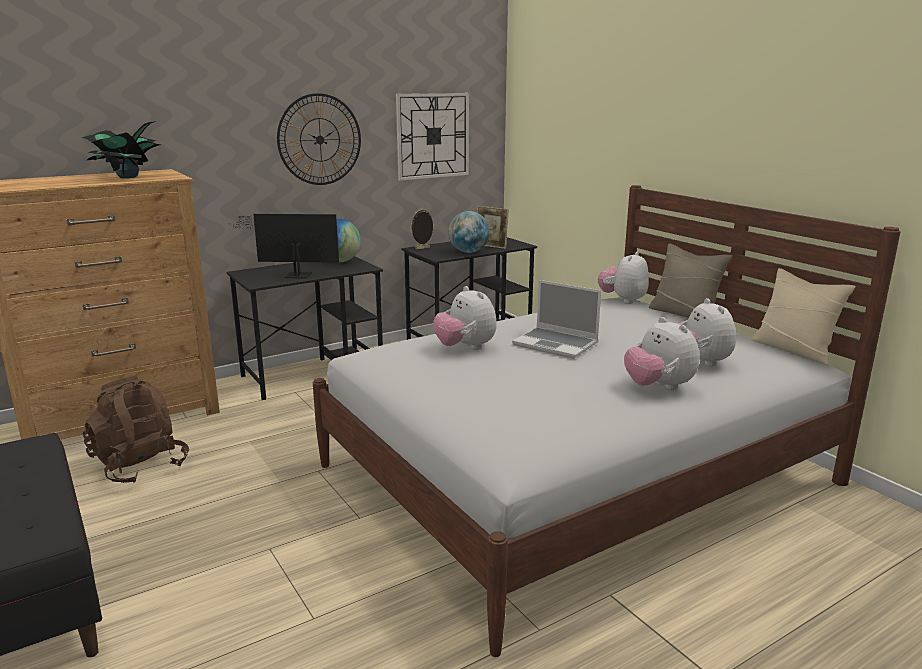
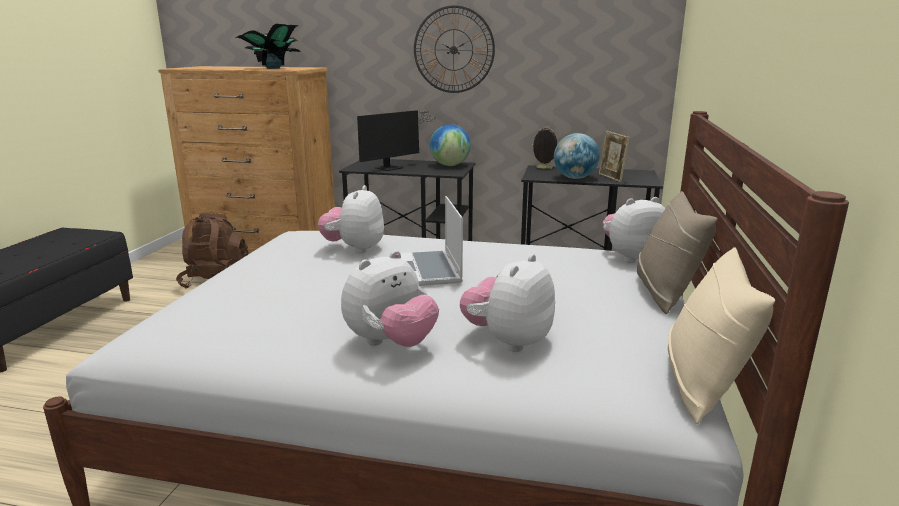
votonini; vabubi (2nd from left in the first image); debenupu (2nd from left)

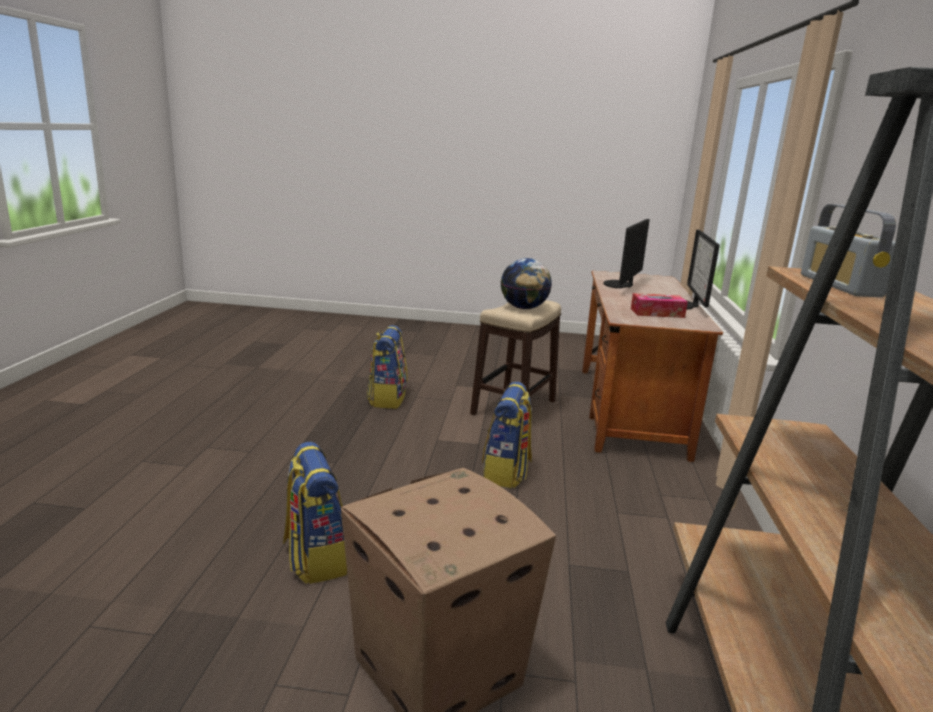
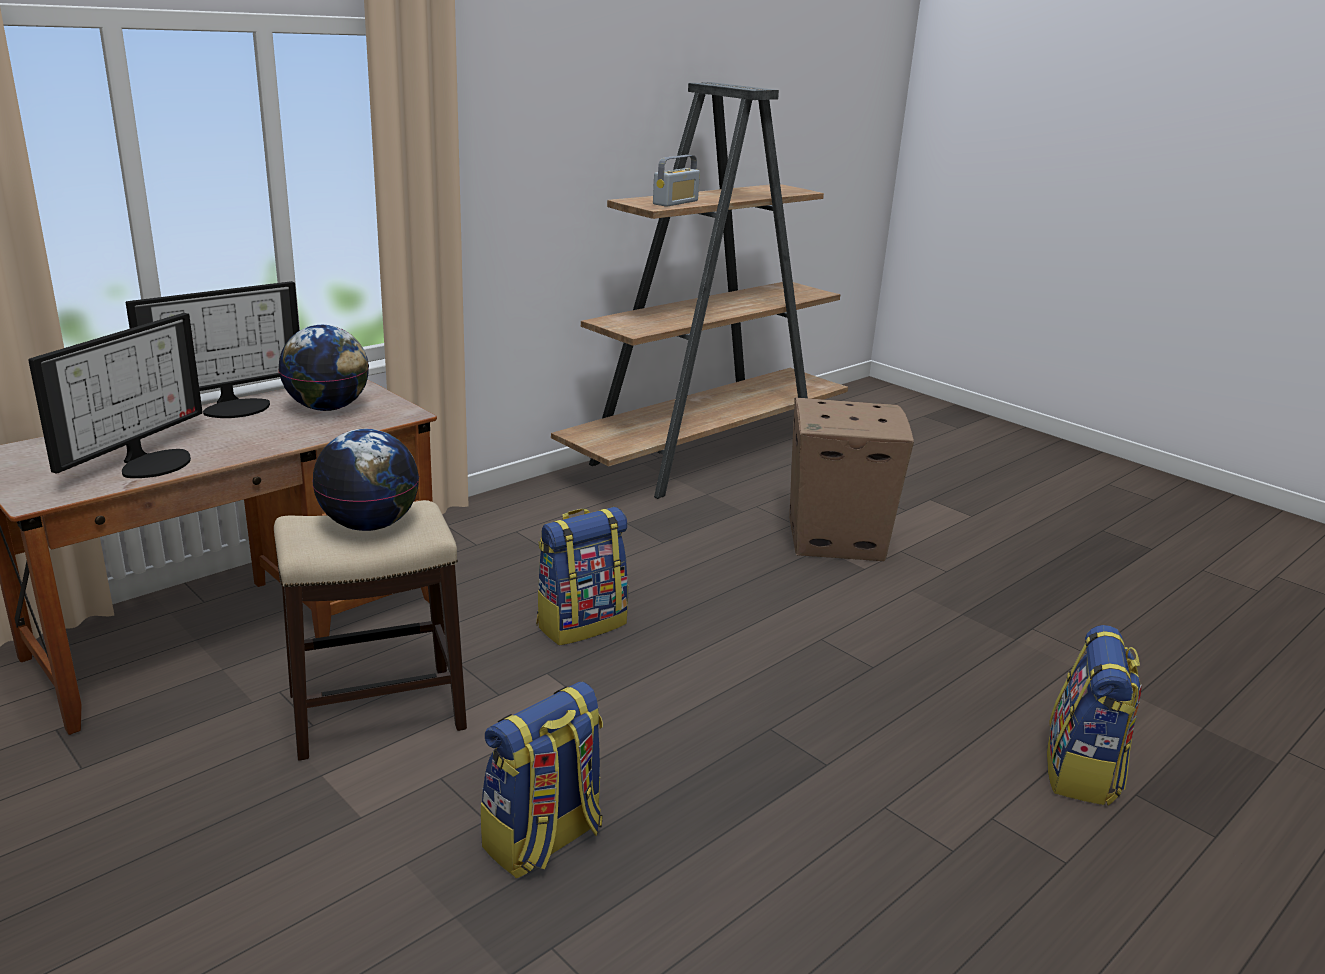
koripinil (3rd from left); votonini (1st from left); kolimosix (1st from left)

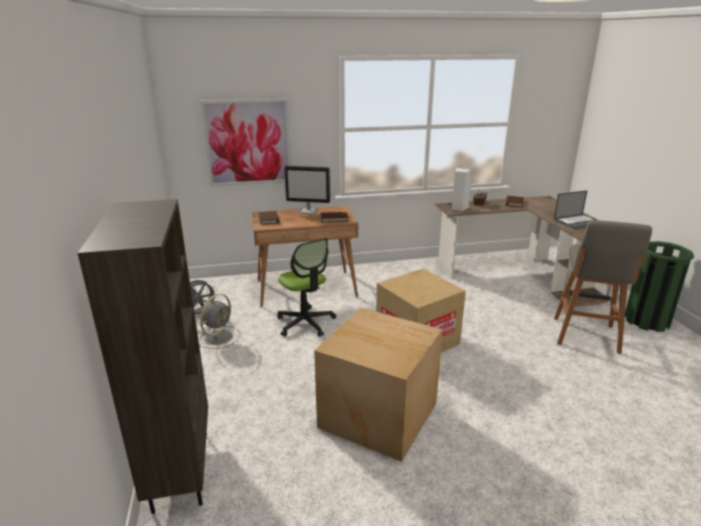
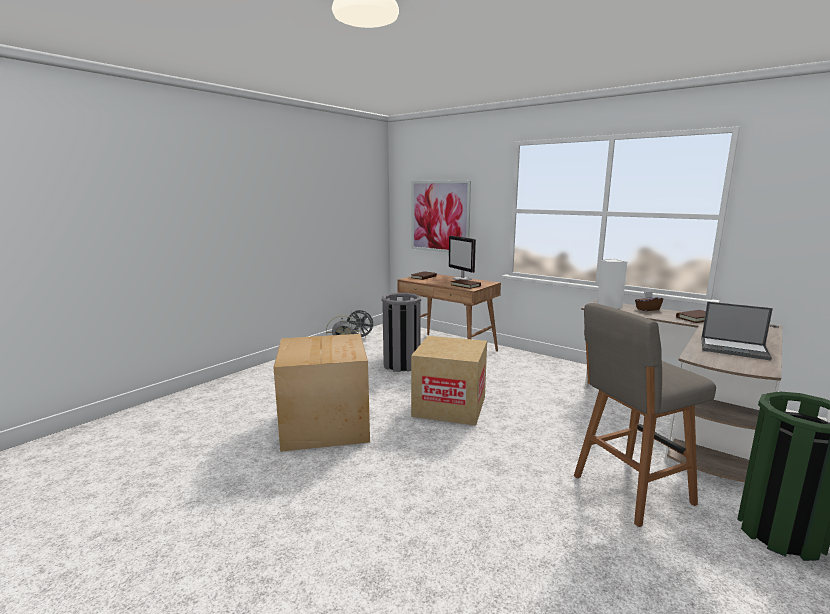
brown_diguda; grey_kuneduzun

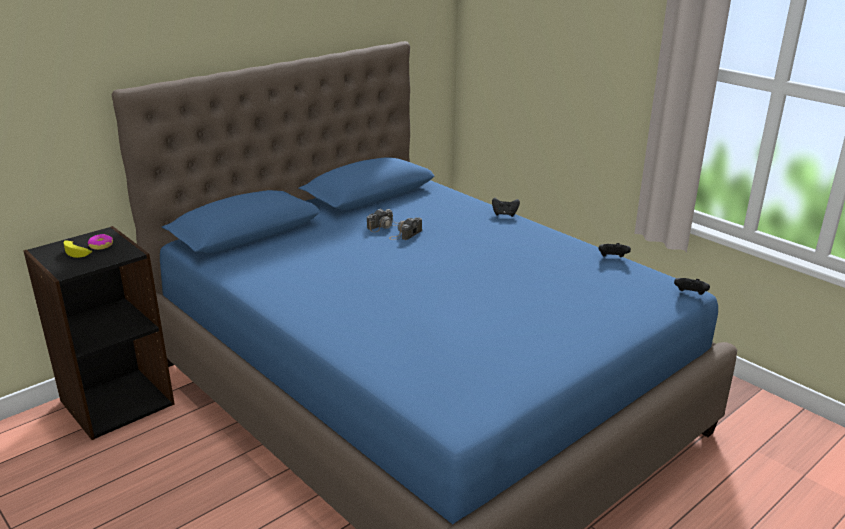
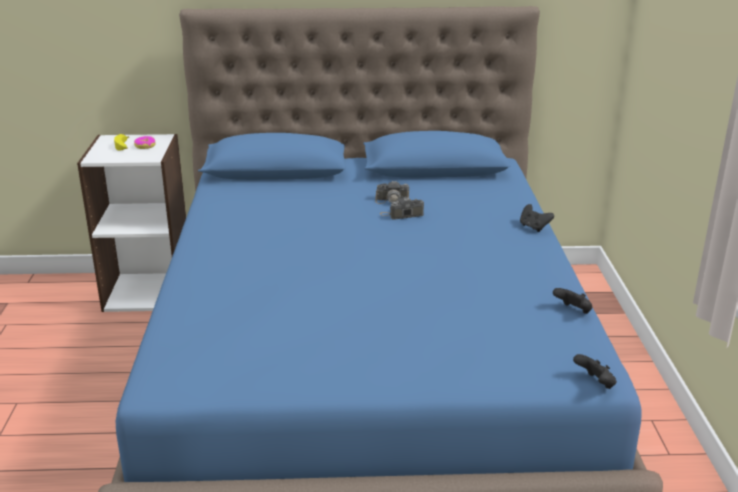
white_diguda

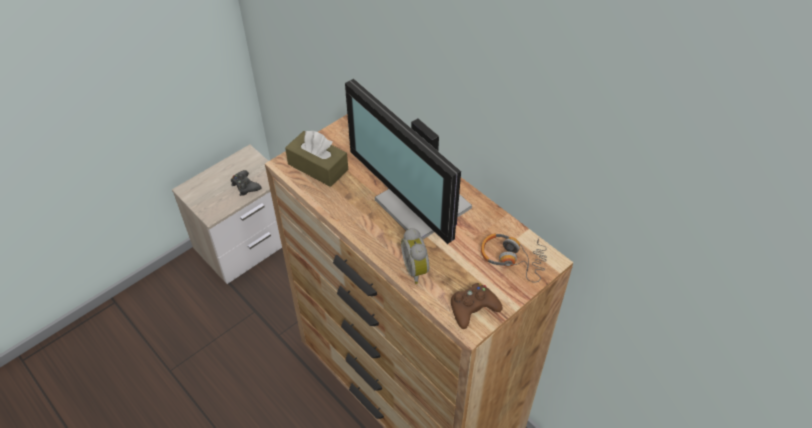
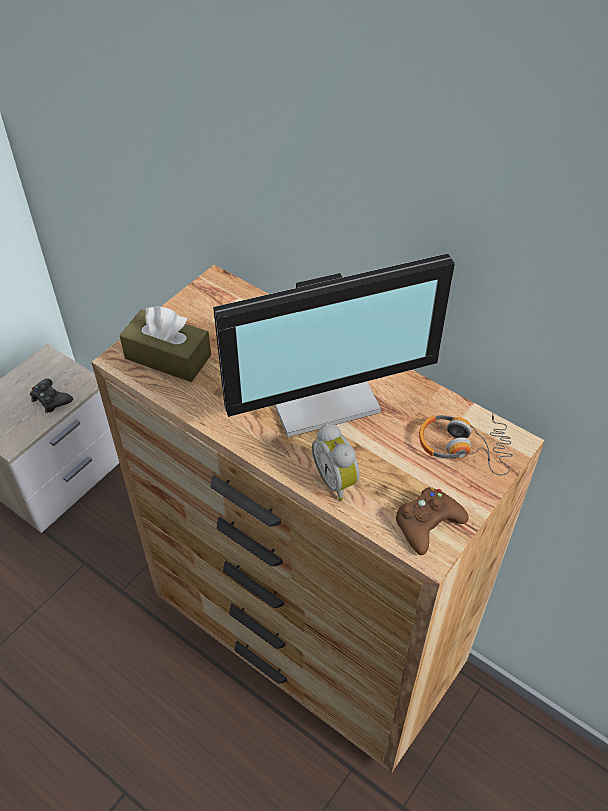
votonini

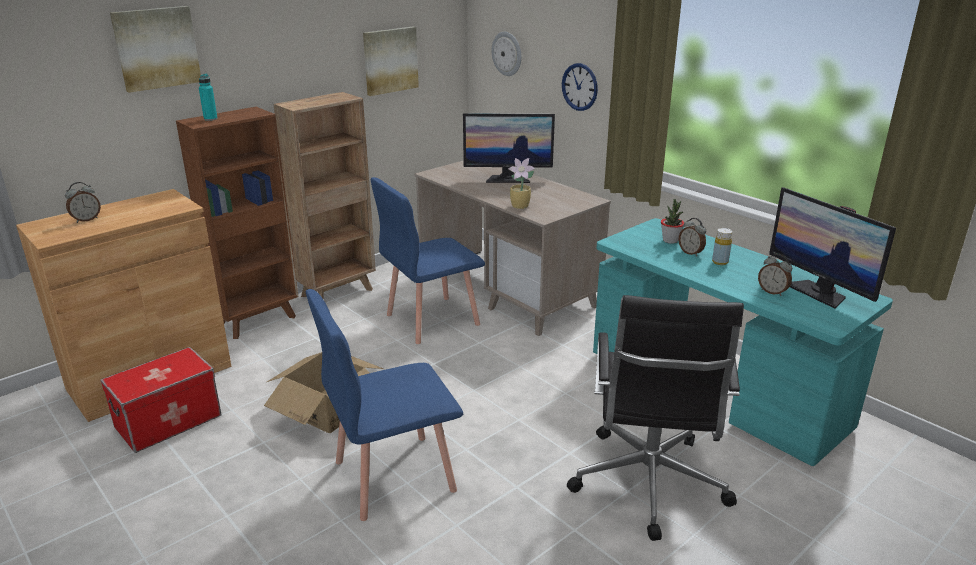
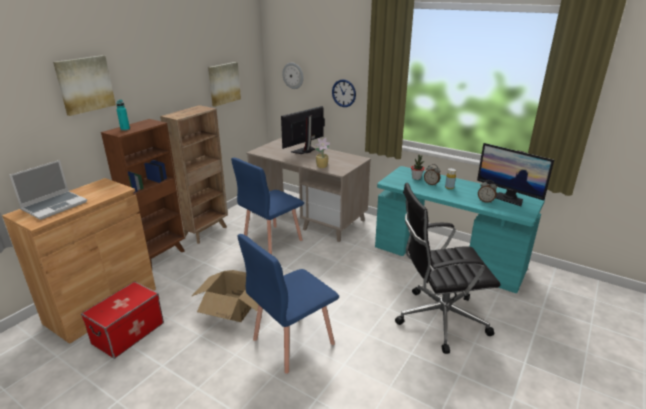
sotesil; votonini (1st from left); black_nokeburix

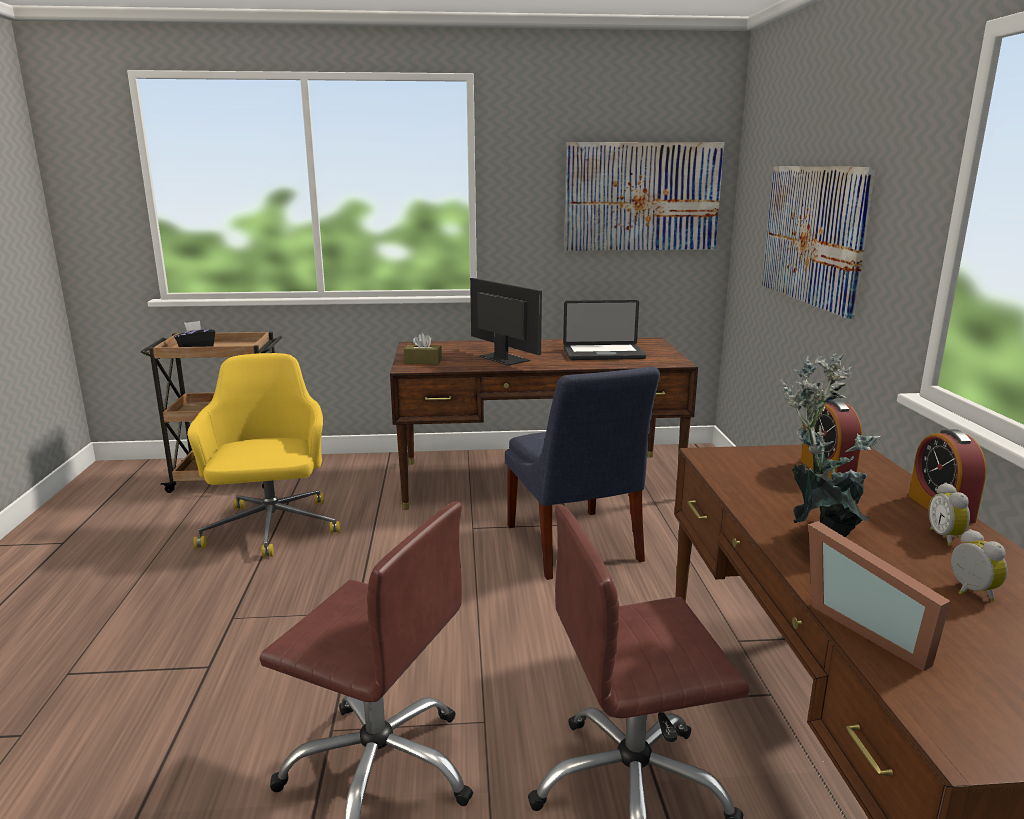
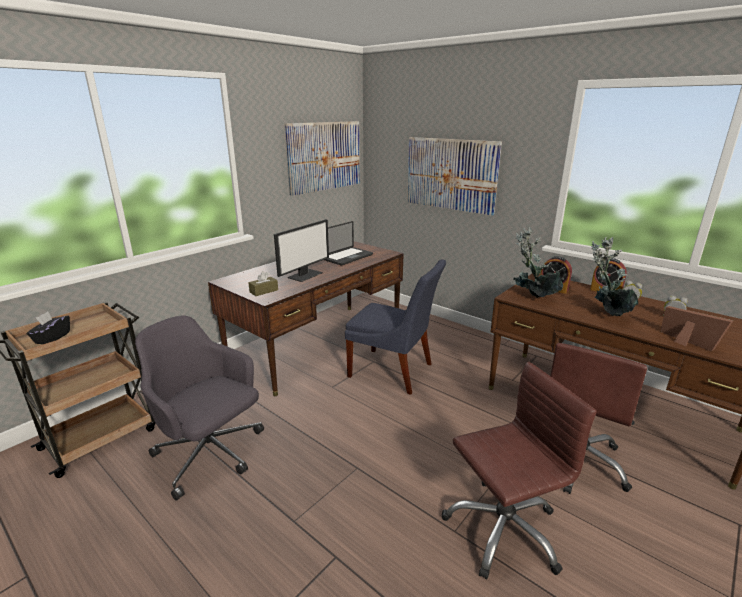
grey_nokeburix; votonini; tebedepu; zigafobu (1st from left)

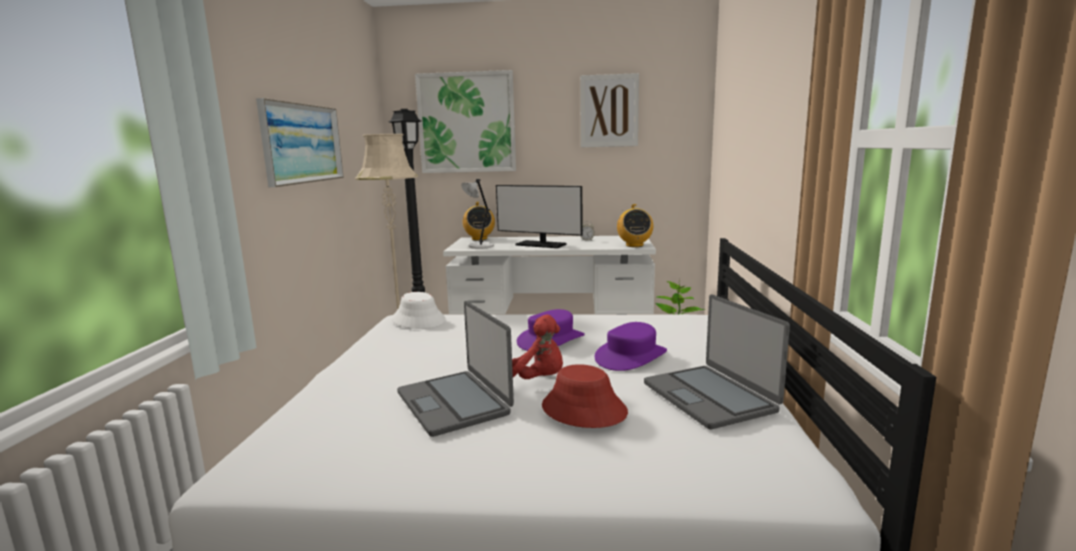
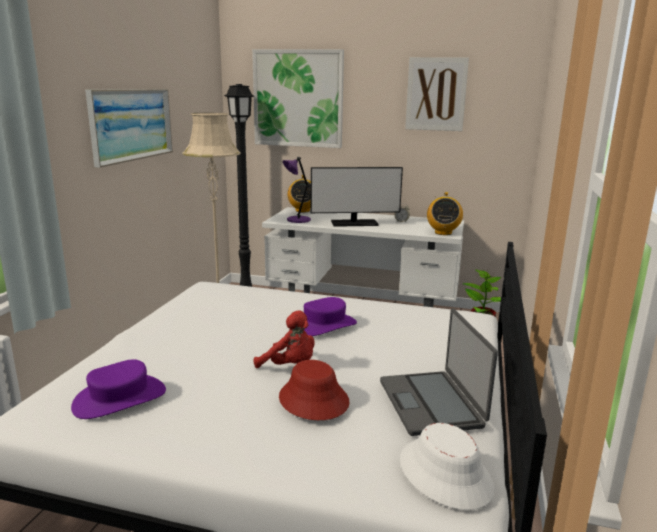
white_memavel; sotesil (1st from left in the first image); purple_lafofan; votonini; purple_memavel (1st from left)

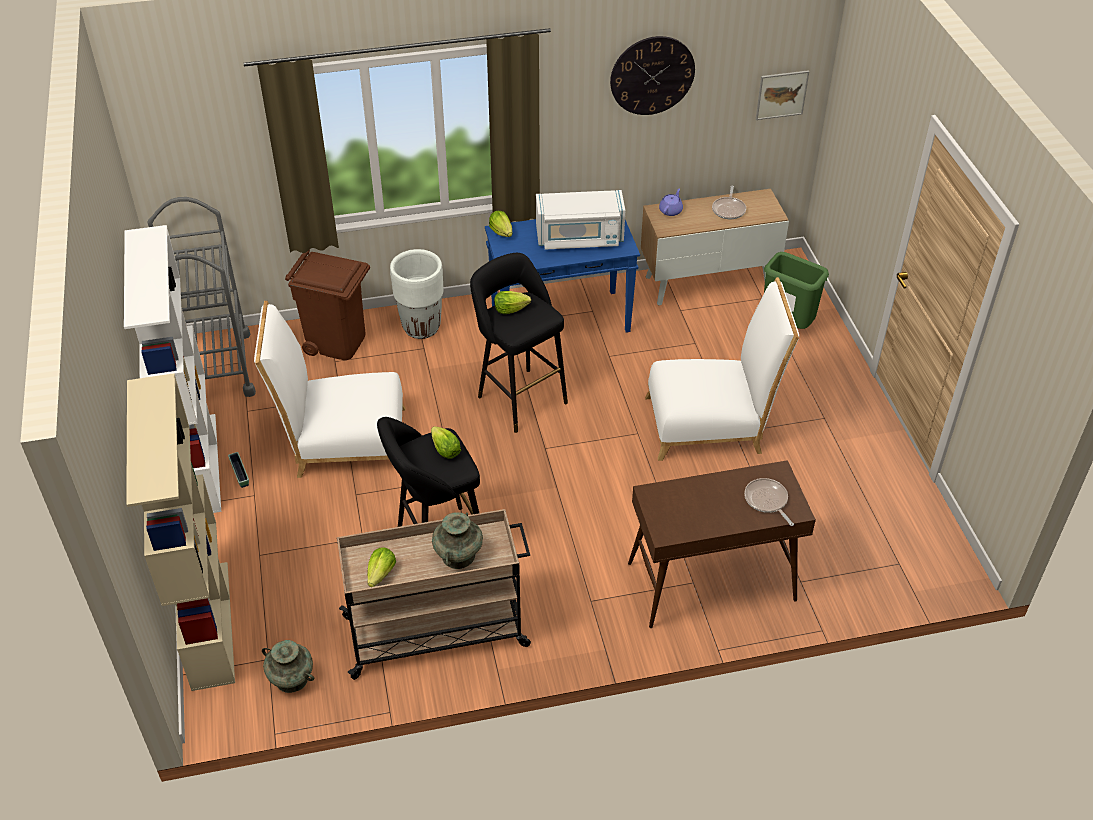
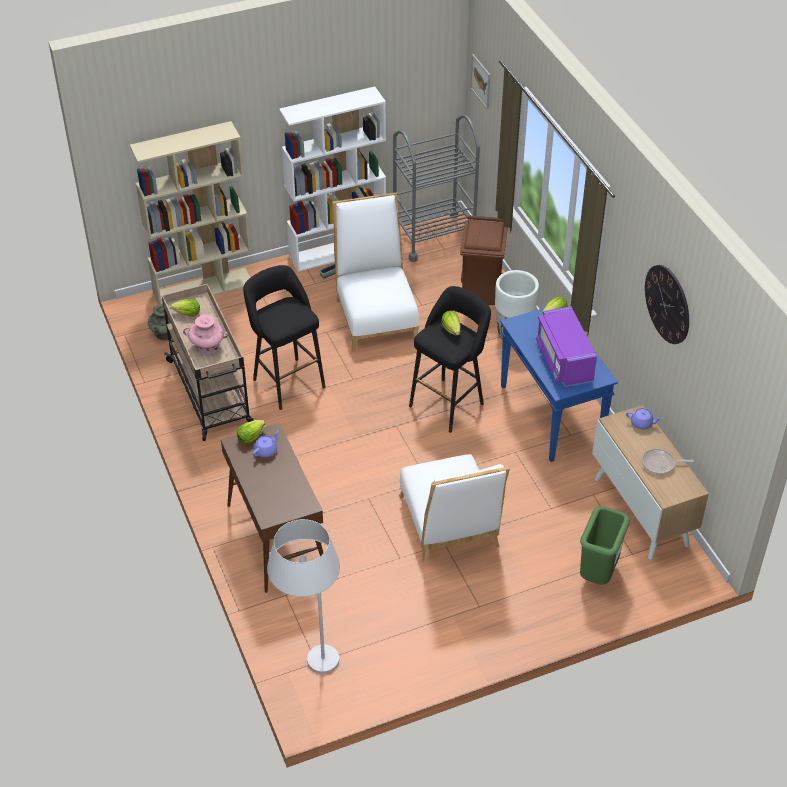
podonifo (2nd from left); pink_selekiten; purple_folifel; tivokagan (2nd from left in the first image); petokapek; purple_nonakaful (1st from left); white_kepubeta

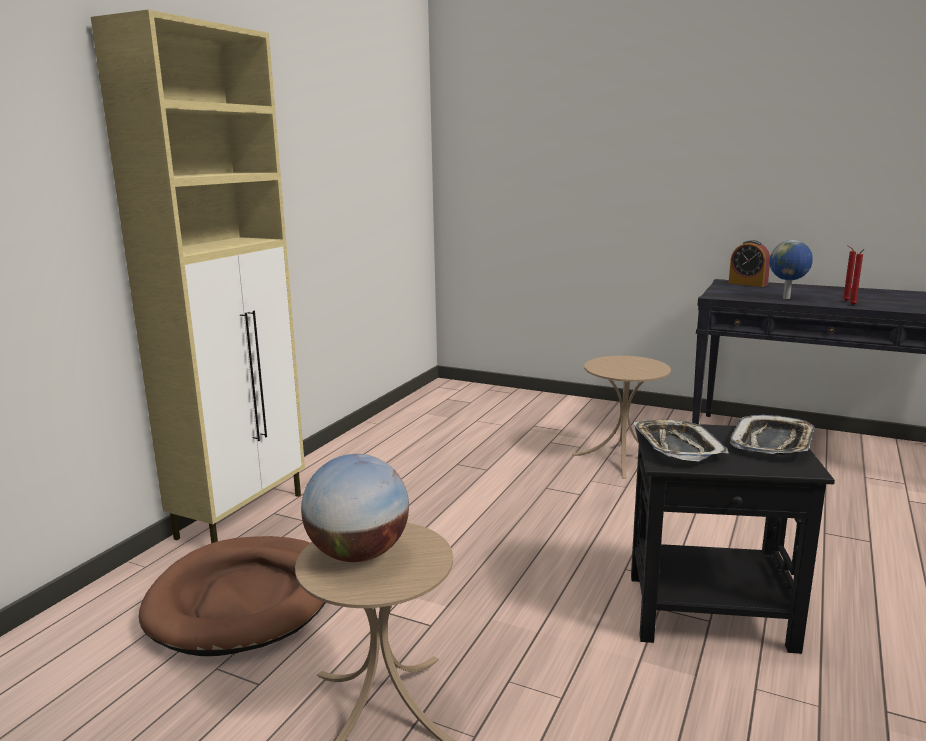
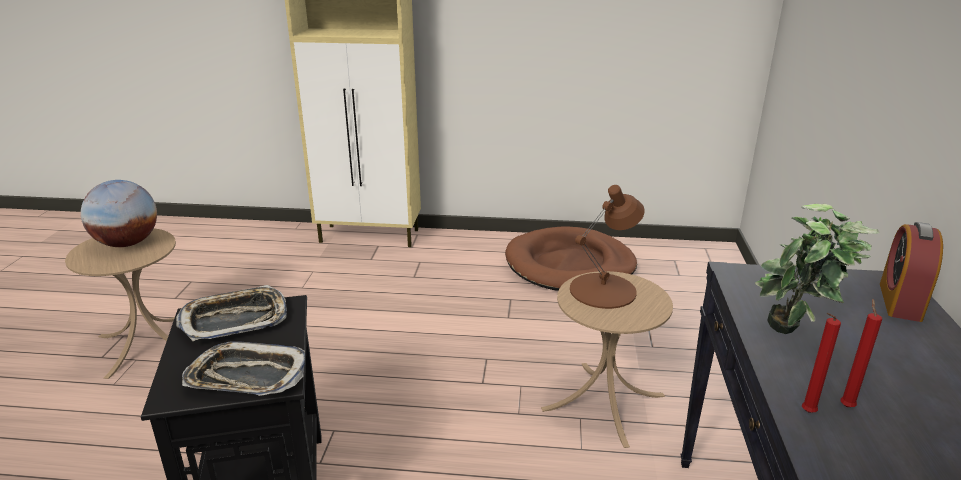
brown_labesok; zigafobu; brown_lafofan

